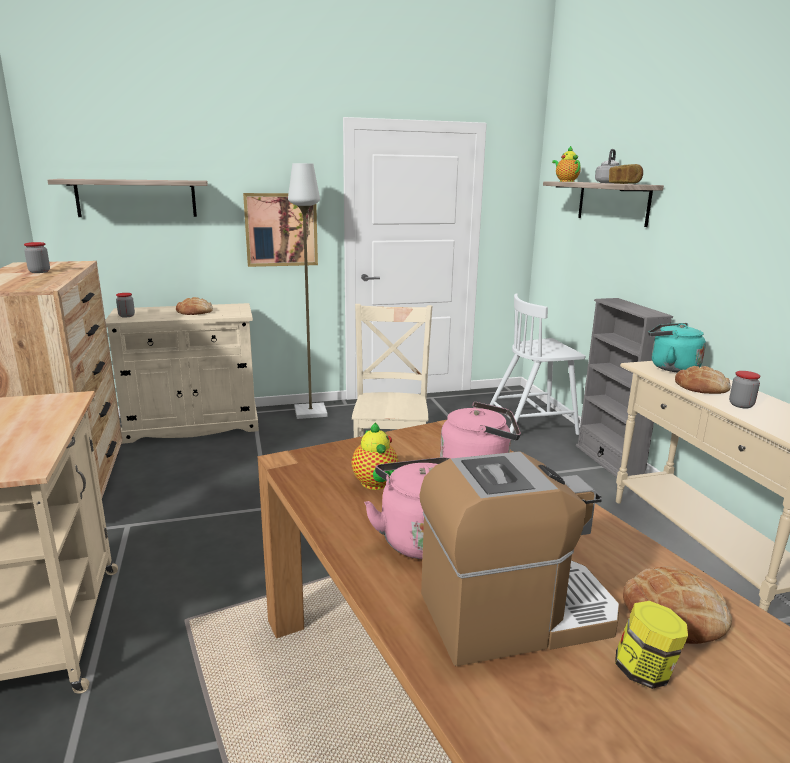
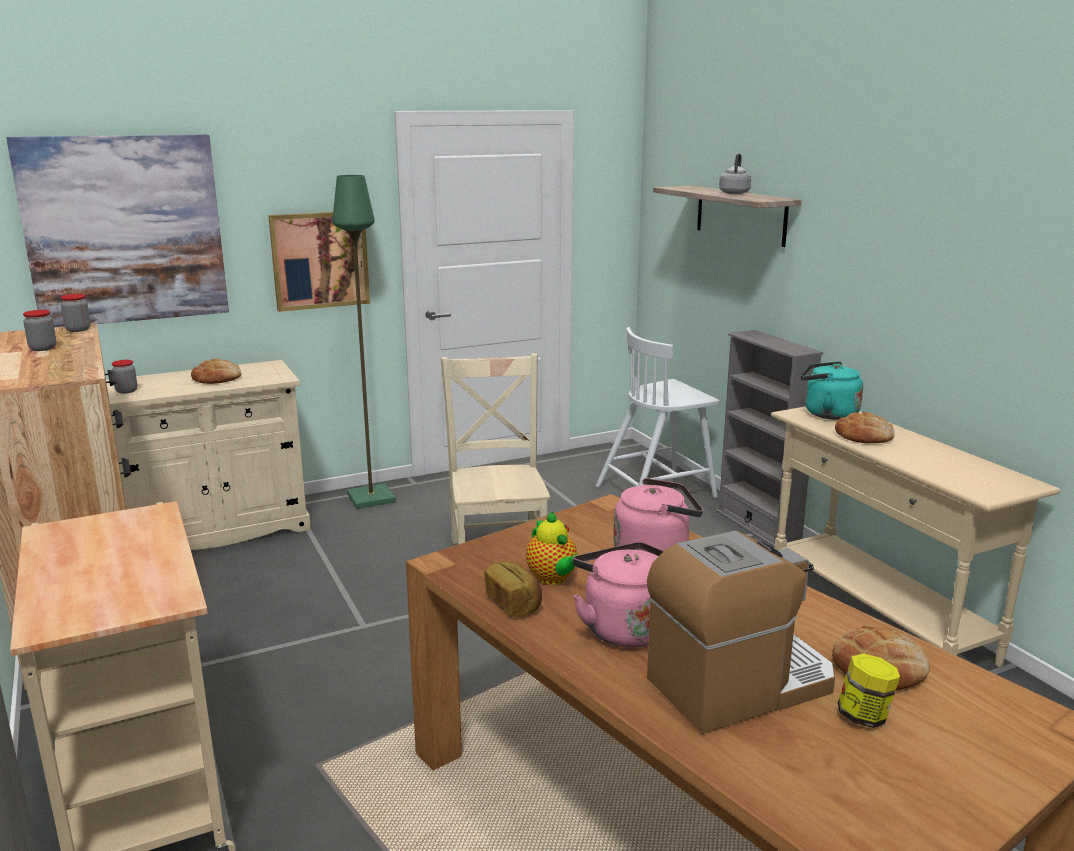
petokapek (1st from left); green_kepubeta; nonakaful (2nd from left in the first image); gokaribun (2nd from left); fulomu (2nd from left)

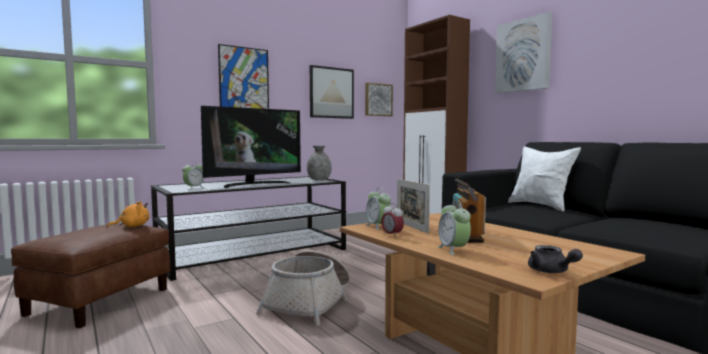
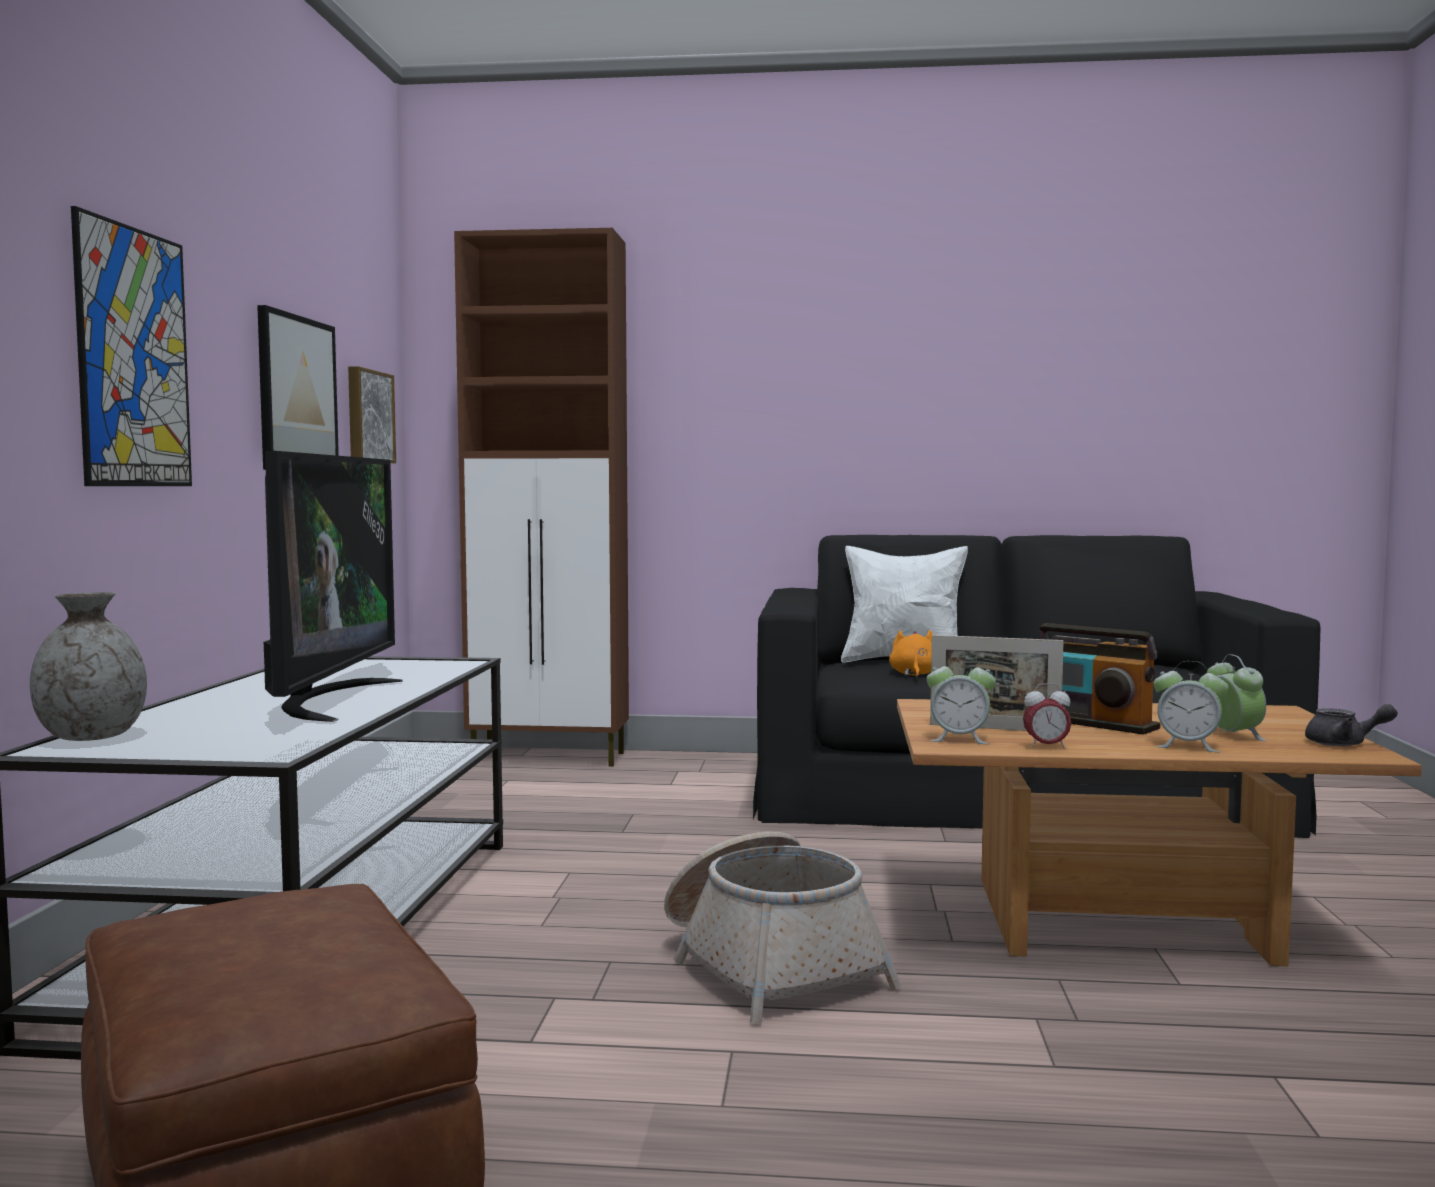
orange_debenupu; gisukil (4th from left); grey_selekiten; petokapek (4th from left in the first image)

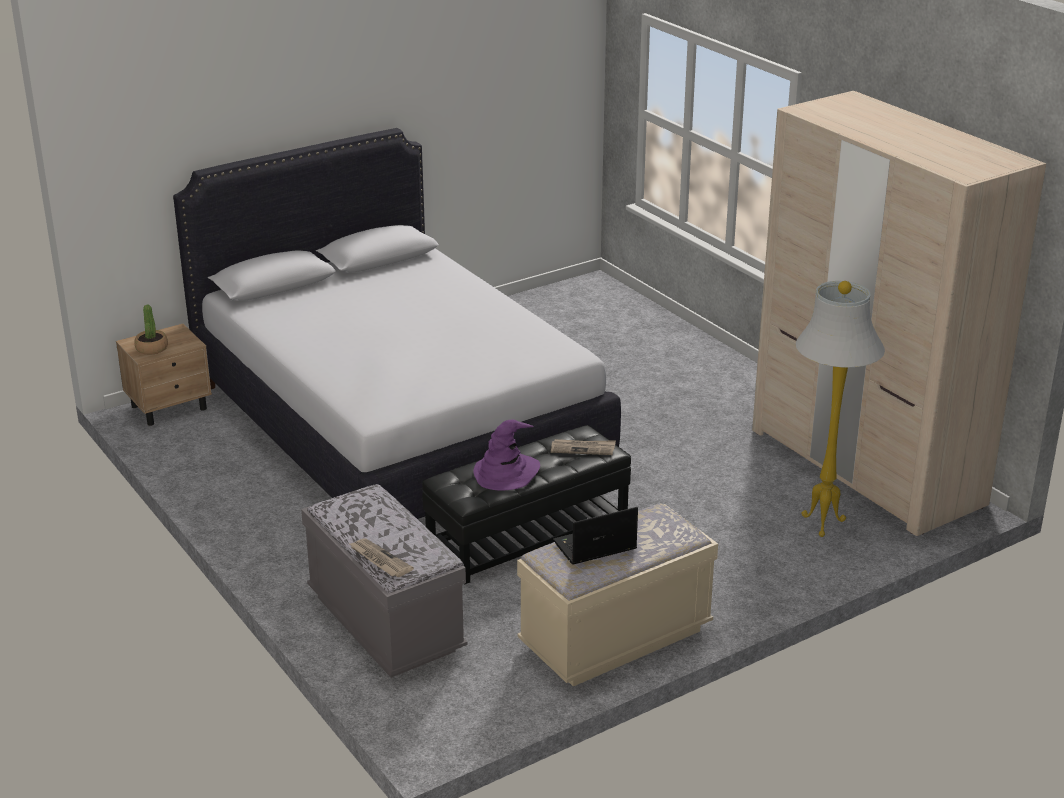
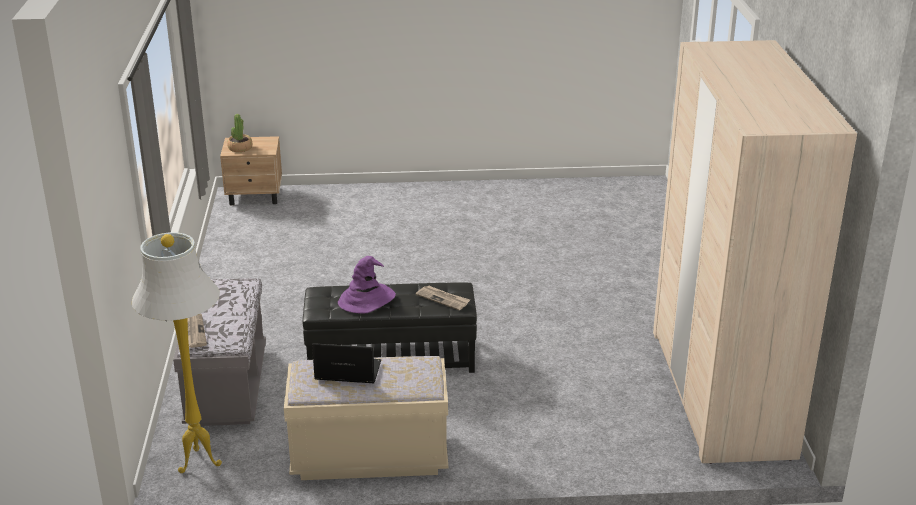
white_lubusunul; white_kepubeta

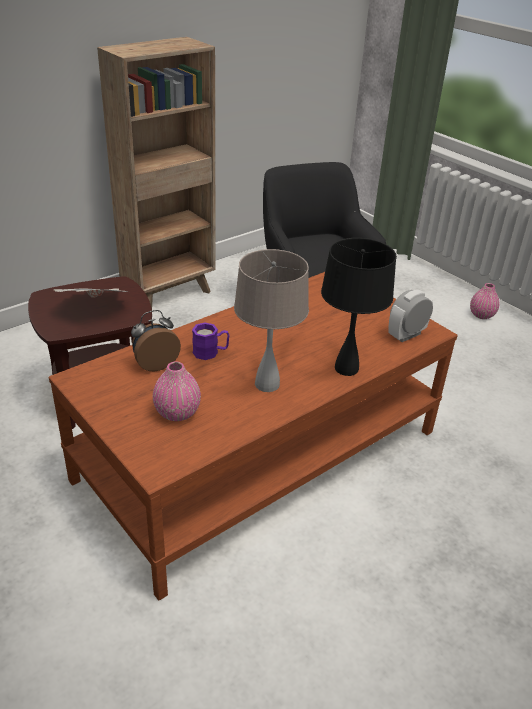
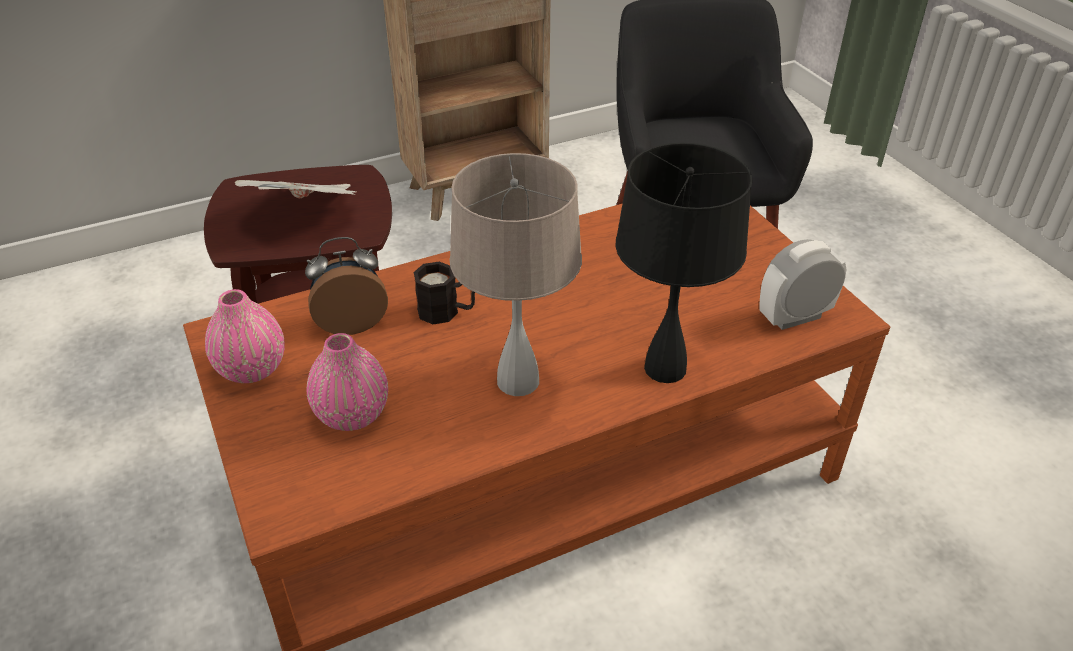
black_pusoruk; pink_selekiten (1st from left)

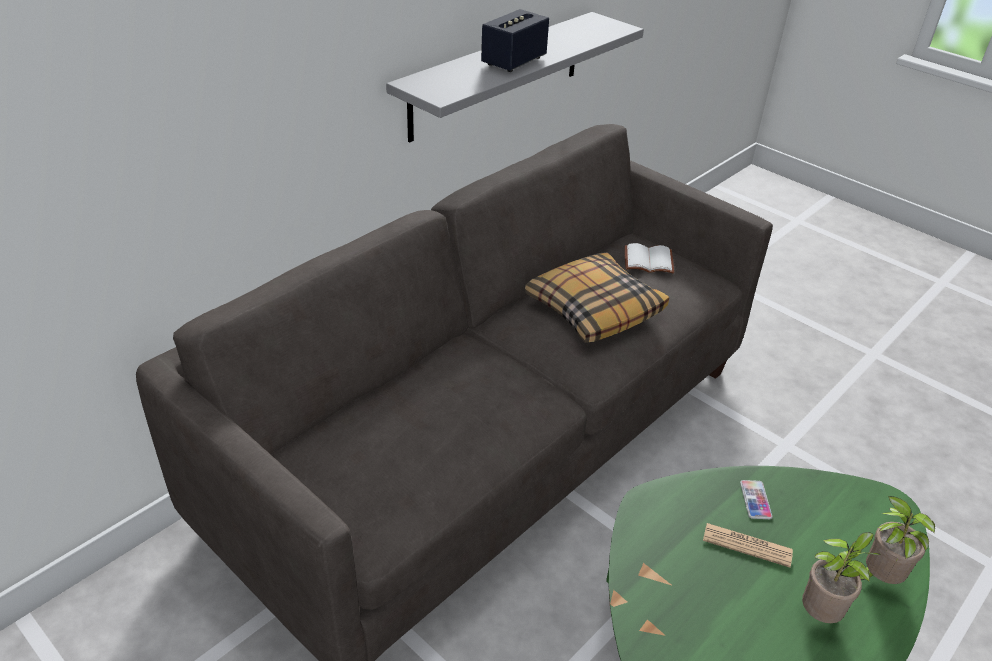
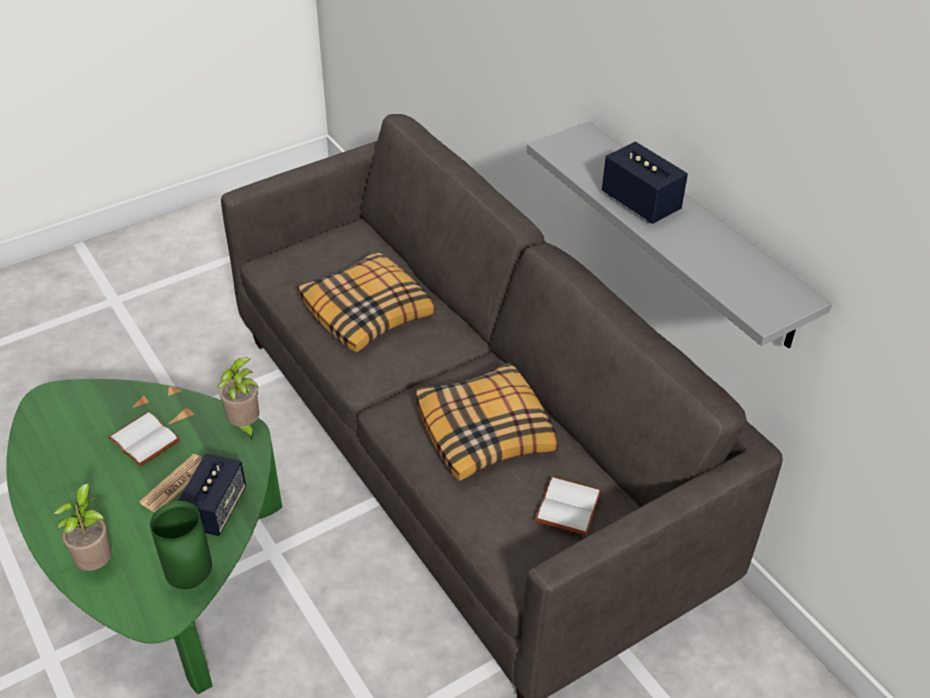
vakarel (1st from left); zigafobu (2nd from left); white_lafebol (1st from left); green_selekiten; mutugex (1st from left)

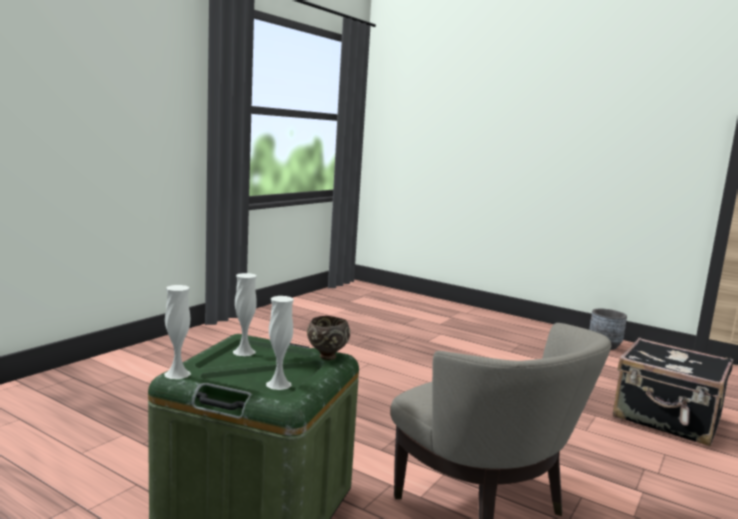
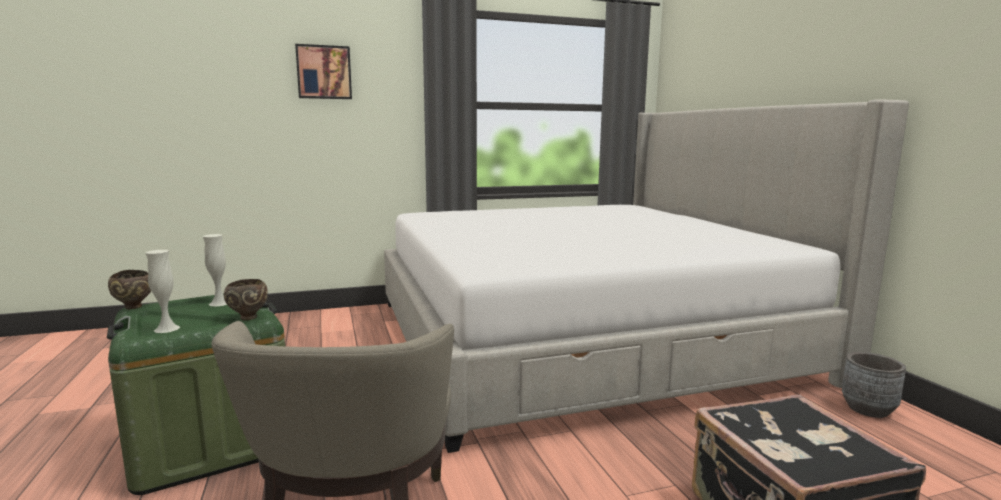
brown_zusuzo (1st from left); petokapek; lubusunul

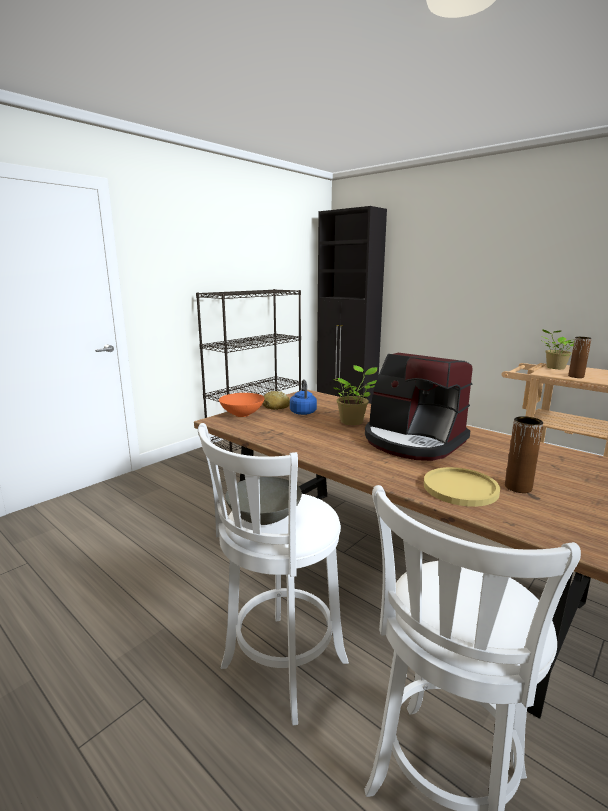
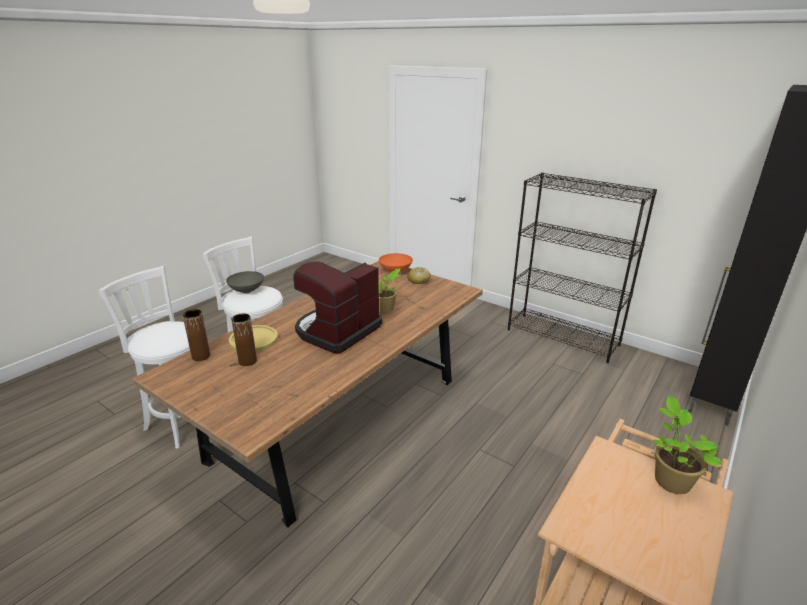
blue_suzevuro; brown_selekiten (1st from left)

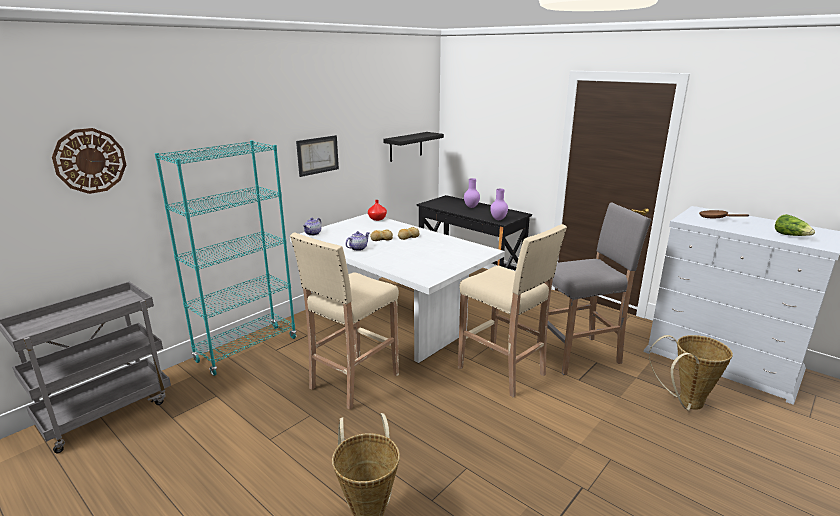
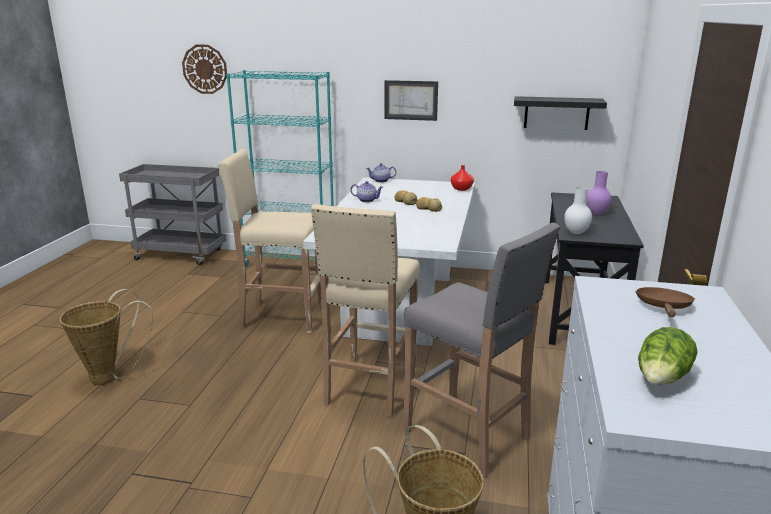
white_selekiten

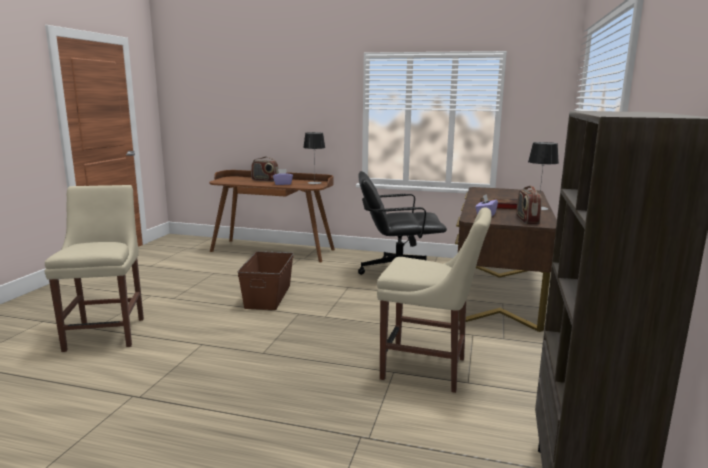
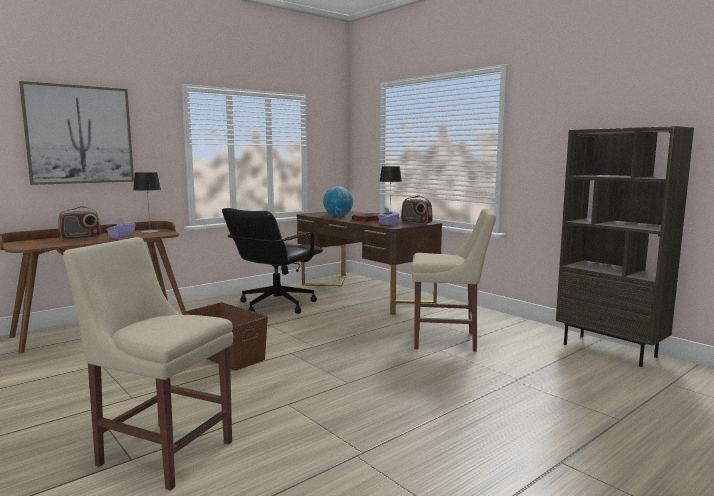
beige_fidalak (2nd from left); petokapek; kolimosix

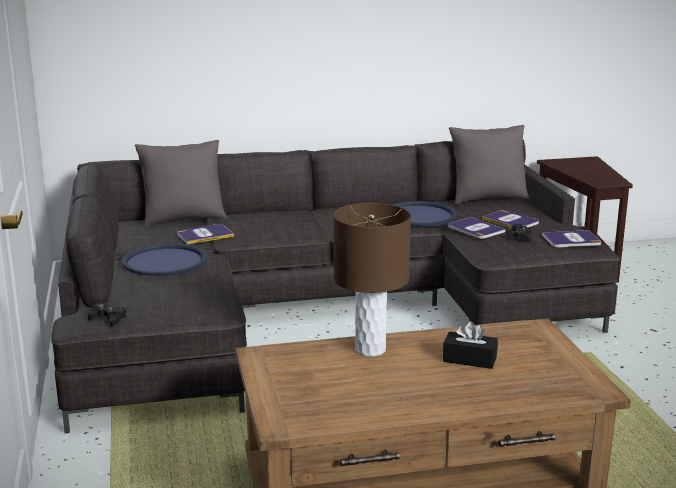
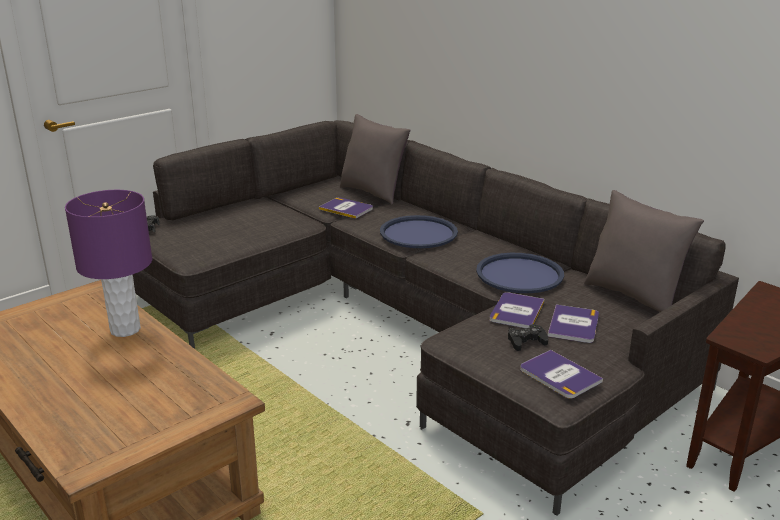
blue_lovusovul (1st from left); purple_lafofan; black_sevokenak

